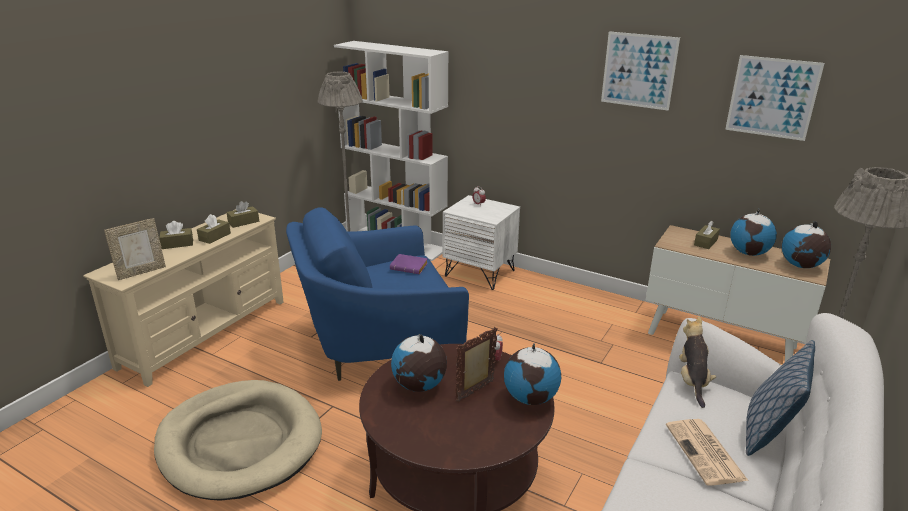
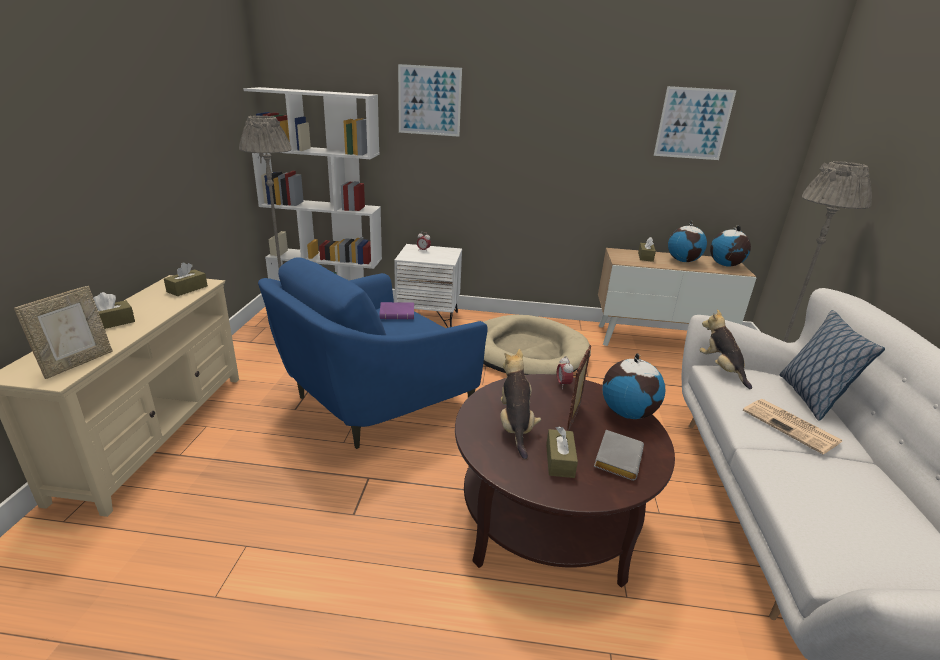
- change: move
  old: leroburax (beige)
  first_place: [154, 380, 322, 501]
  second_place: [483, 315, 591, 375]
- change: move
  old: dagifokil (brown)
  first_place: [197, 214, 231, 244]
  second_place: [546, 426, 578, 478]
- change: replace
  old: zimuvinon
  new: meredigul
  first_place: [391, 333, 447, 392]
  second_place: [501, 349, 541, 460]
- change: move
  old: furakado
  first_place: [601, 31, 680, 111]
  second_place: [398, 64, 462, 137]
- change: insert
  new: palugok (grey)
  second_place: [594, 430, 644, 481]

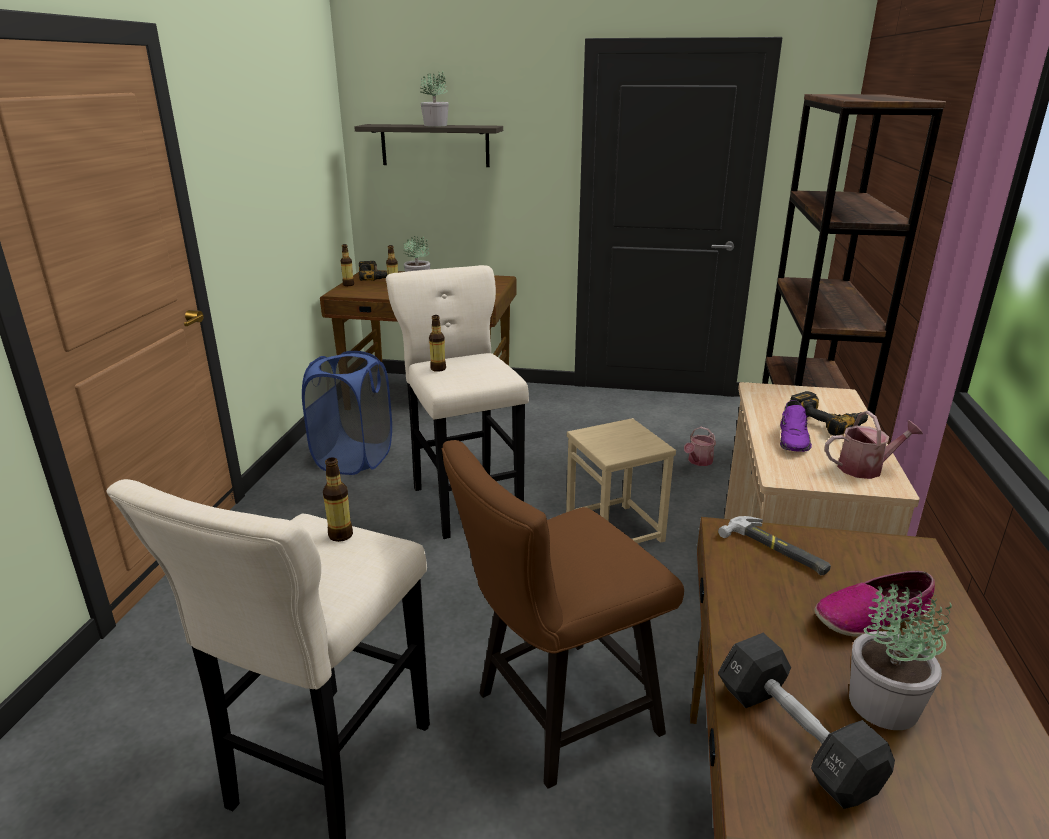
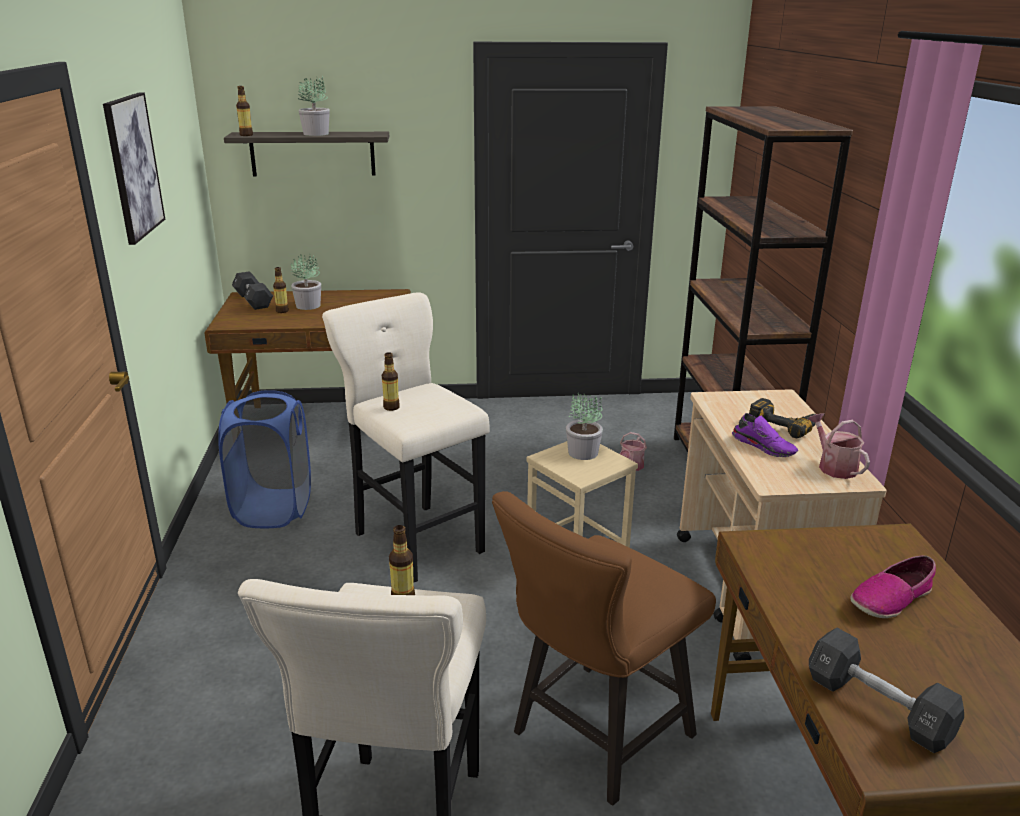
- change: move
  old: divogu
  first_place: [341, 244, 354, 286]
  second_place: [236, 86, 253, 136]
- change: replace
  old: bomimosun
  new: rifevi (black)
  first_place: [359, 261, 387, 281]
  second_place: [232, 271, 273, 310]
- change: delete
  old: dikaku
  first_place: [718, 516, 831, 575]
- change: rotate
  old: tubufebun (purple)
  first_place: [780, 400, 812, 452]
  second_place: [732, 413, 798, 457]
  degrees: -45
- change: rotate
  old: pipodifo
  first_place: [825, 411, 923, 479]
  second_place: [808, 413, 870, 479]
  degrees: -90
- change: move
  old: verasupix
  first_place: [849, 583, 952, 730]
  second_place: [566, 392, 603, 460]
- change: insert
  new: furakado
  second_place: [103, 93, 165, 245]

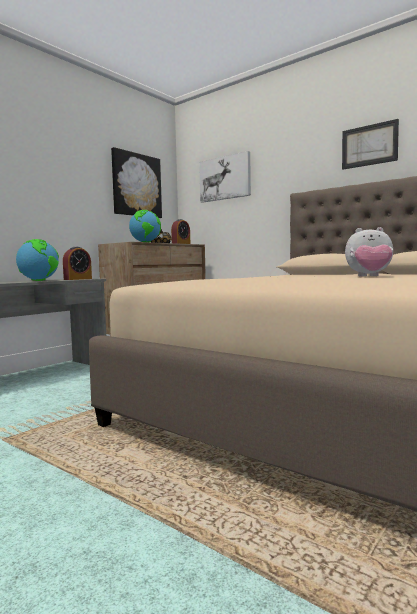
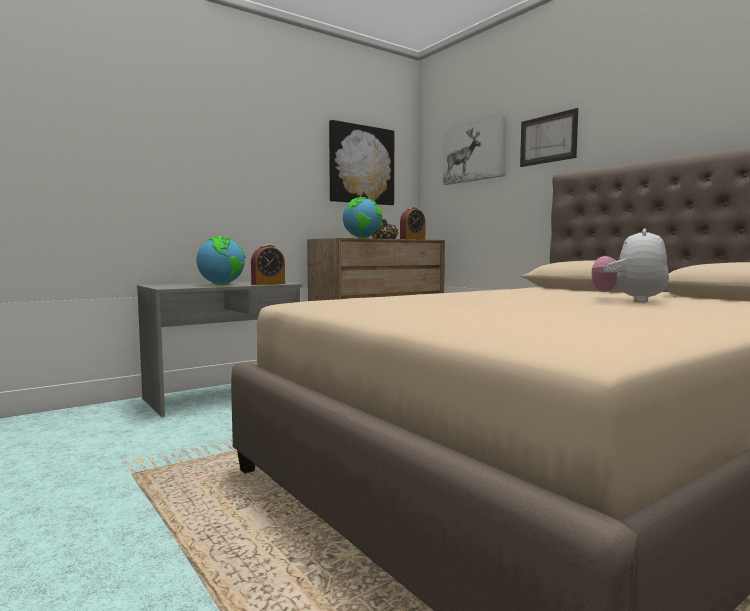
- change: move
  old: furakado
  first_place: [342, 119, 399, 170]
  second_place: [520, 108, 578, 167]
- change: rotate
  old: meredigul
  first_place: [345, 227, 393, 276]
  second_place: [592, 229, 669, 302]
  degrees: 90

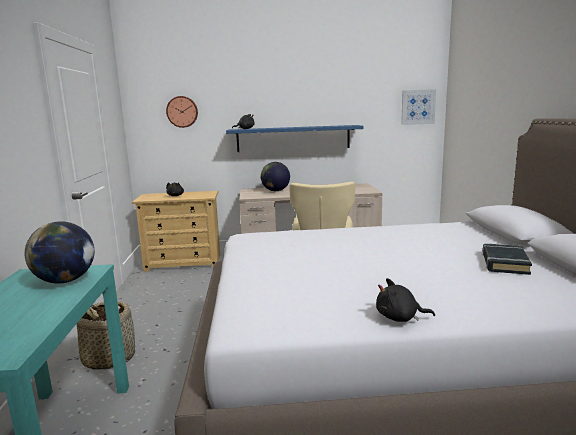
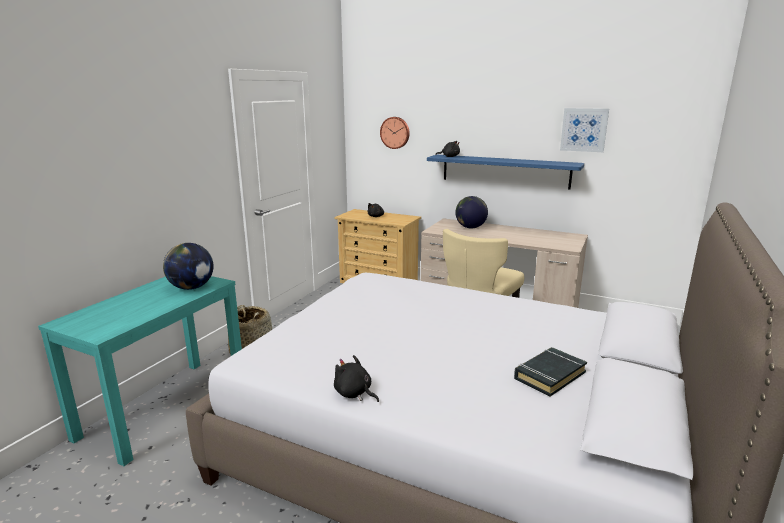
- change: move
  old: furakado
  first_place: [401, 89, 436, 125]
  second_place: [560, 108, 609, 152]

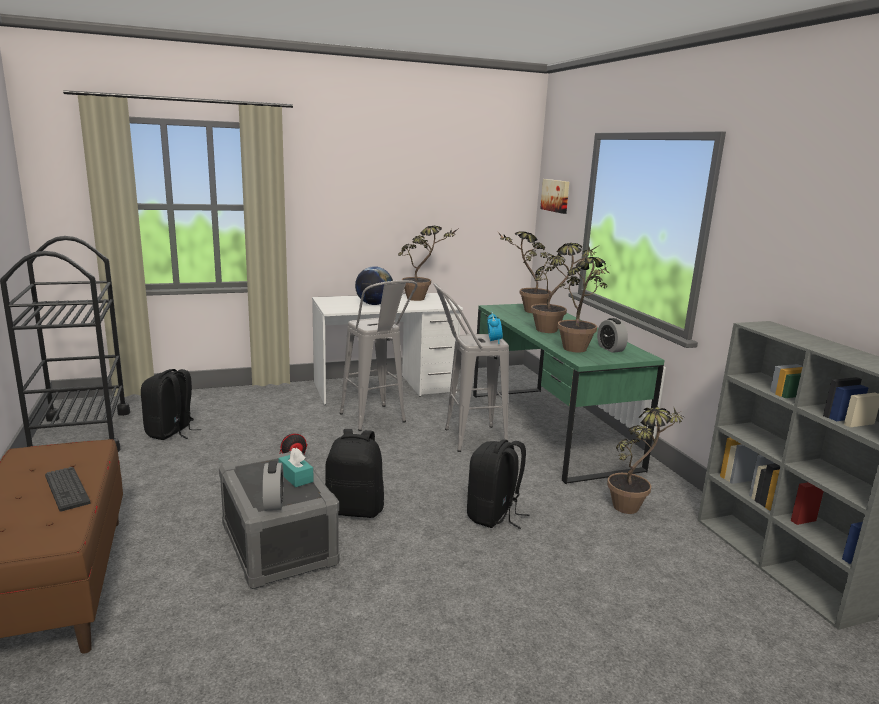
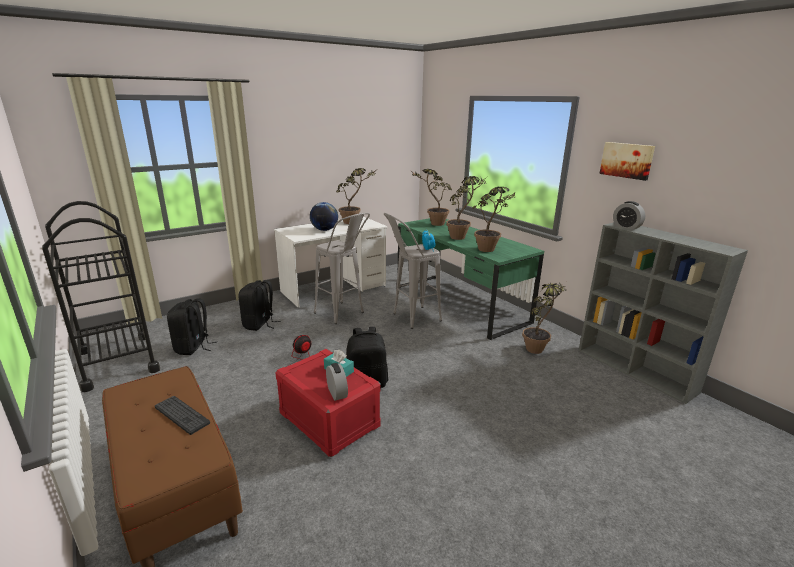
- change: recolor
  old: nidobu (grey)
  new: nidobu (red)
  first_place: [219, 451, 340, 589]
  second_place: [275, 349, 381, 457]
- change: move
  old: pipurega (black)
  first_place: [467, 439, 530, 529]
  second_place: [239, 280, 280, 331]
- change: move
  old: furakado
  first_place: [540, 179, 569, 214]
  second_place: [599, 142, 655, 181]
- change: move
  old: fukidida
  first_place: [597, 318, 628, 353]
  second_place: [613, 201, 645, 230]

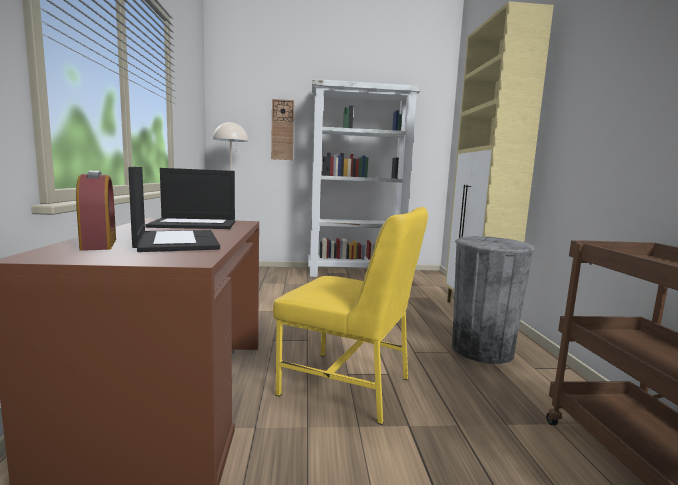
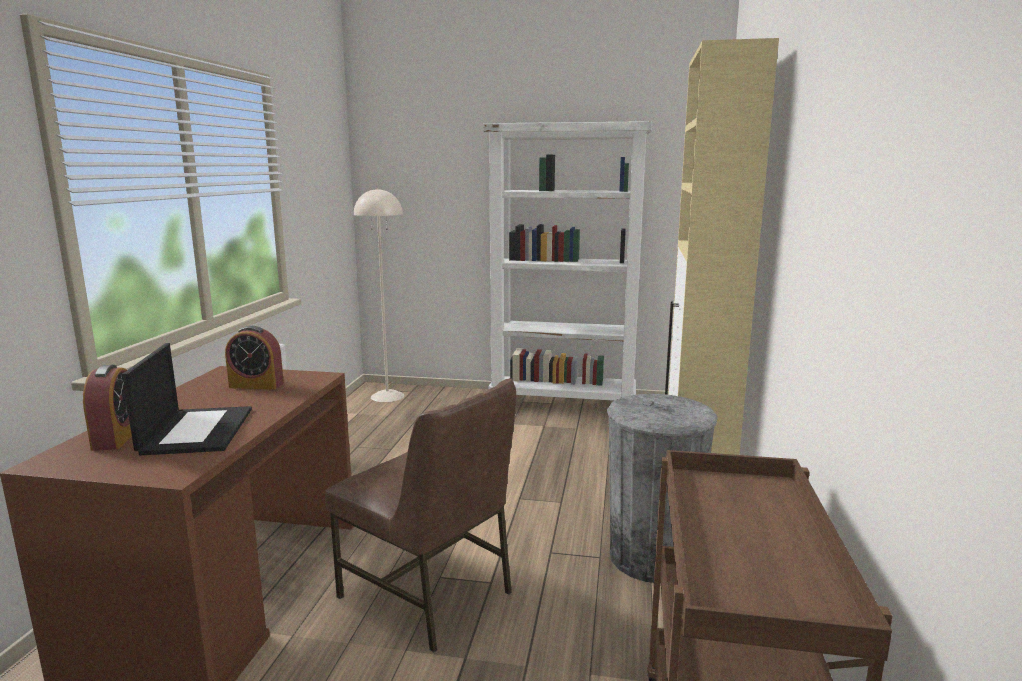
- change: replace
  old: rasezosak
  new: fukidida
  first_place: [145, 168, 235, 229]
  second_place: [225, 326, 284, 390]
- change: delete
  old: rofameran
  first_place: [271, 99, 294, 160]
- change: recolor
  old: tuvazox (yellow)
  new: tuvazox (brown)
  first_place: [273, 207, 428, 425]
  second_place: [325, 378, 516, 652]

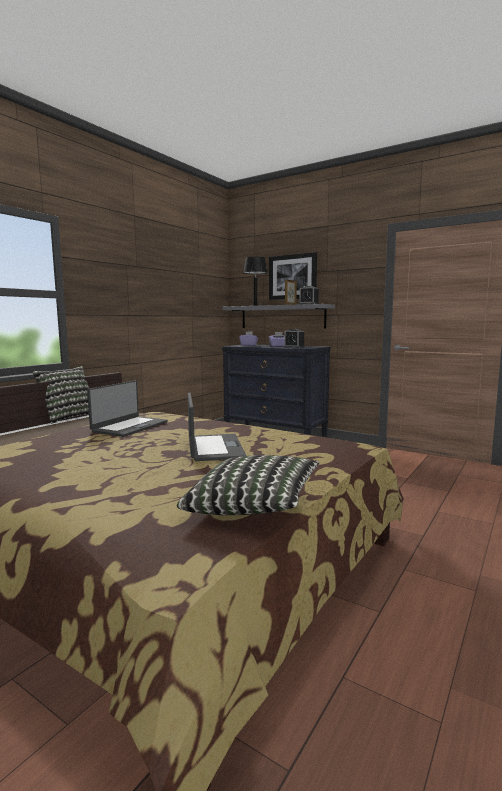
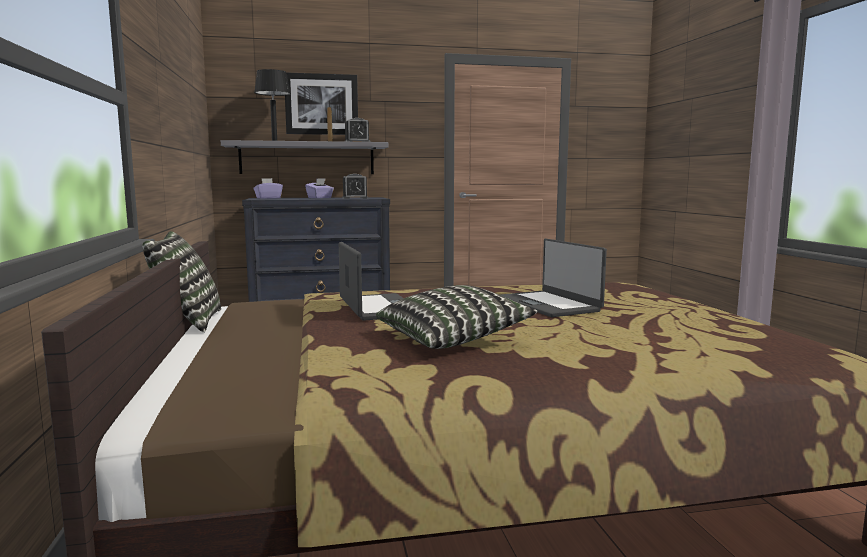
- change: move
  old: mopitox
  first_place: [177, 455, 319, 515]
  second_place: [376, 285, 537, 349]
- change: rotate
  old: rasezosak
  first_place: [188, 393, 246, 461]
  second_place: [500, 238, 607, 317]
  degrees: -150

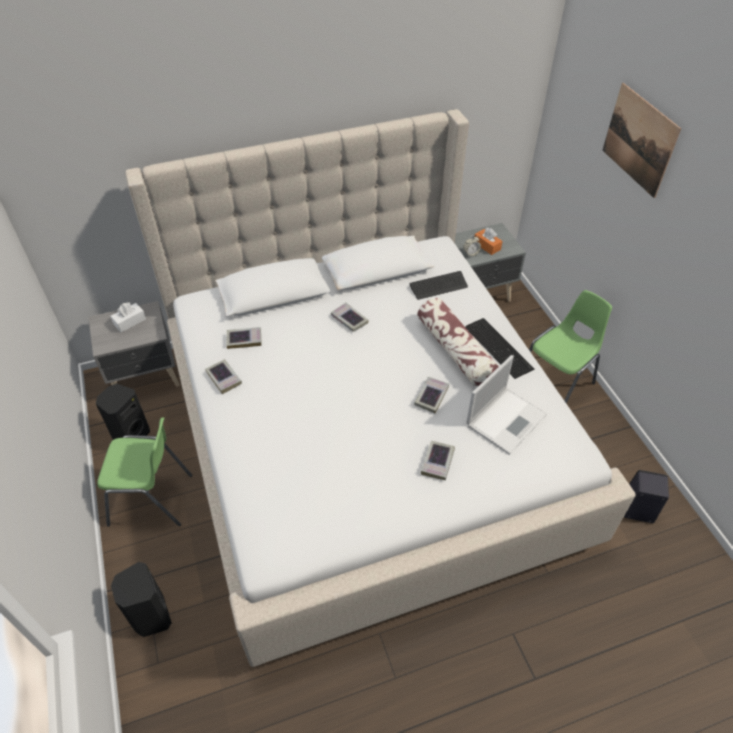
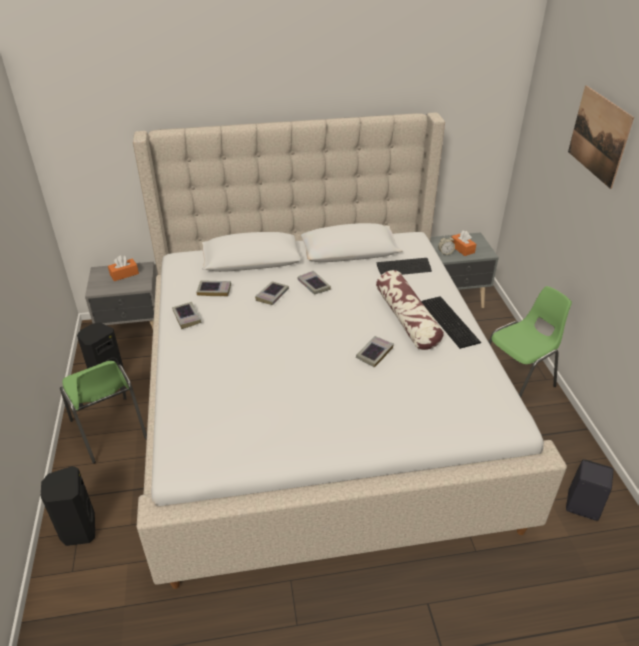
- change: rotate
  old: tuvazox (green)
  first_place: [97, 417, 192, 527]
  second_place: [60, 361, 147, 463]
  degrees: 45
- change: recolor
  old: dagifokil (white)
  new: dagifokil (orange)
  first_place: [110, 302, 146, 332]
  second_place: [108, 255, 139, 281]
- change: move
  old: palugok
  first_place: [421, 441, 455, 480]
  second_place: [255, 281, 289, 305]
- change: delete
  old: rasezosak
  first_place: [466, 355, 547, 455]

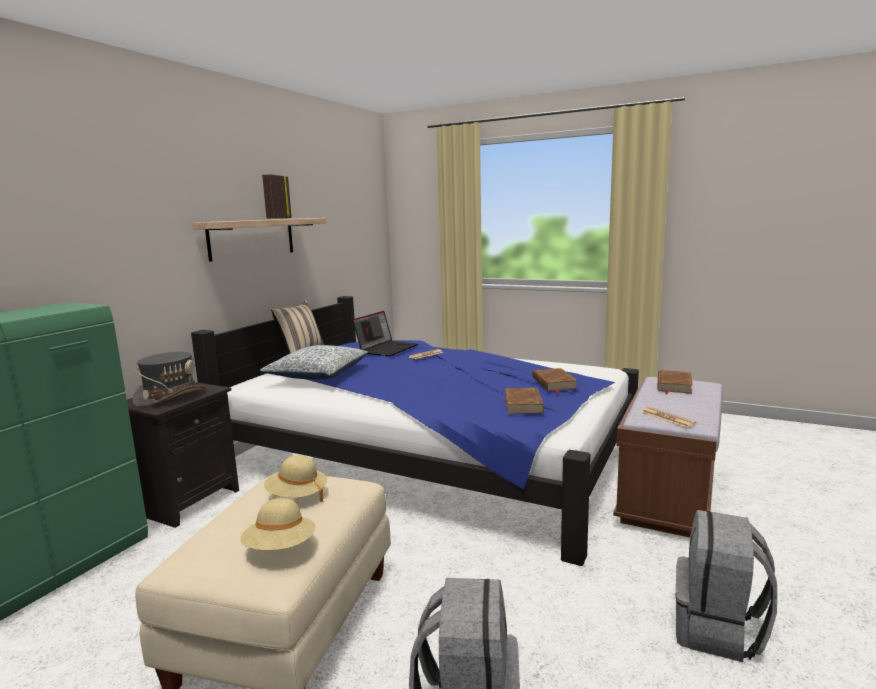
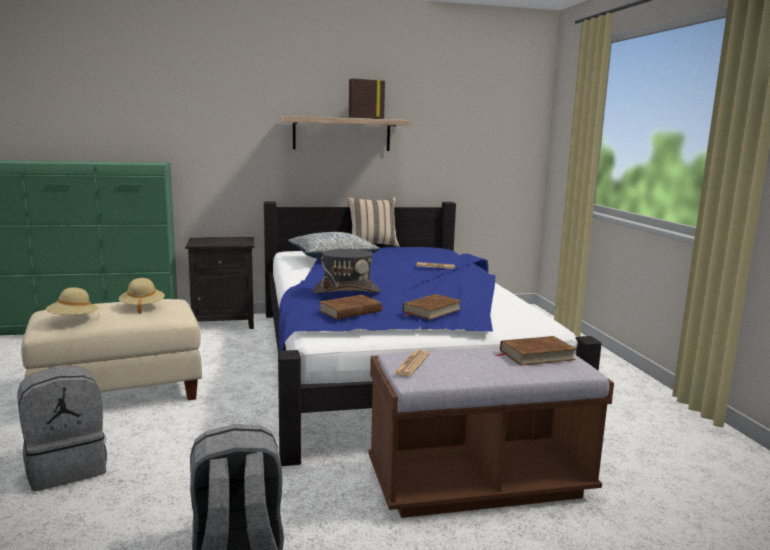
- change: move
  old: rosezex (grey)
  first_place: [132, 352, 206, 408]
  second_place: [313, 249, 381, 293]
- change: delete
  old: rasezosak
  first_place: [353, 311, 418, 357]

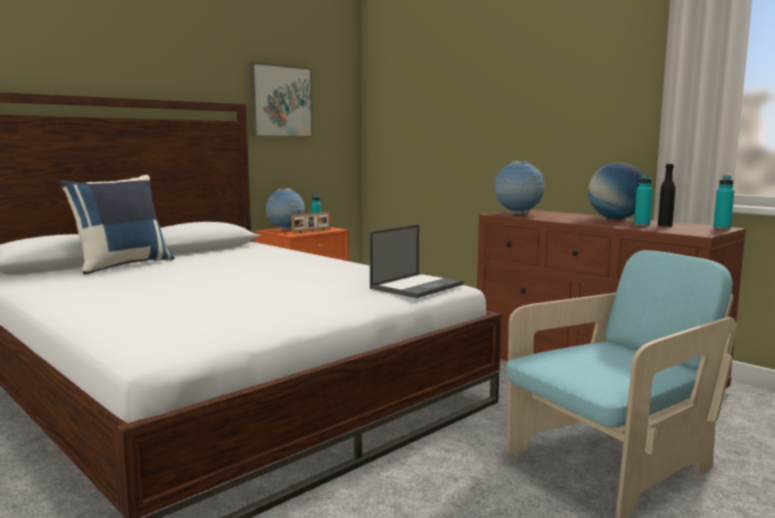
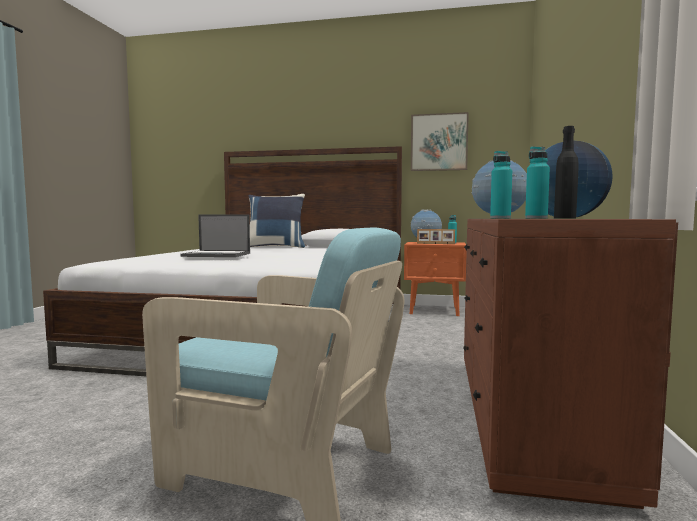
- change: move
  old: rasezosak
  first_place: [369, 224, 464, 298]
  second_place: [181, 215, 250, 257]
- change: move
  old: divogu (turquoise)
  first_place: [713, 175, 734, 229]
  second_place: [490, 151, 512, 219]

